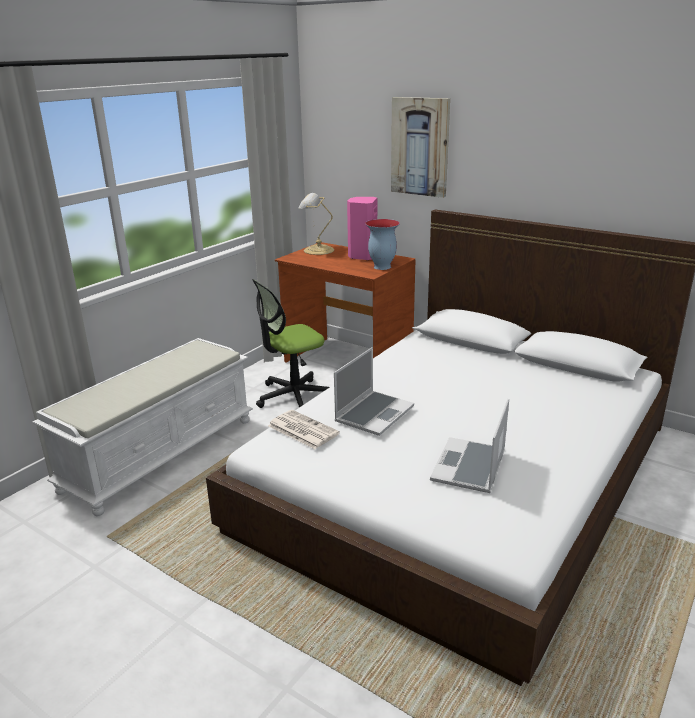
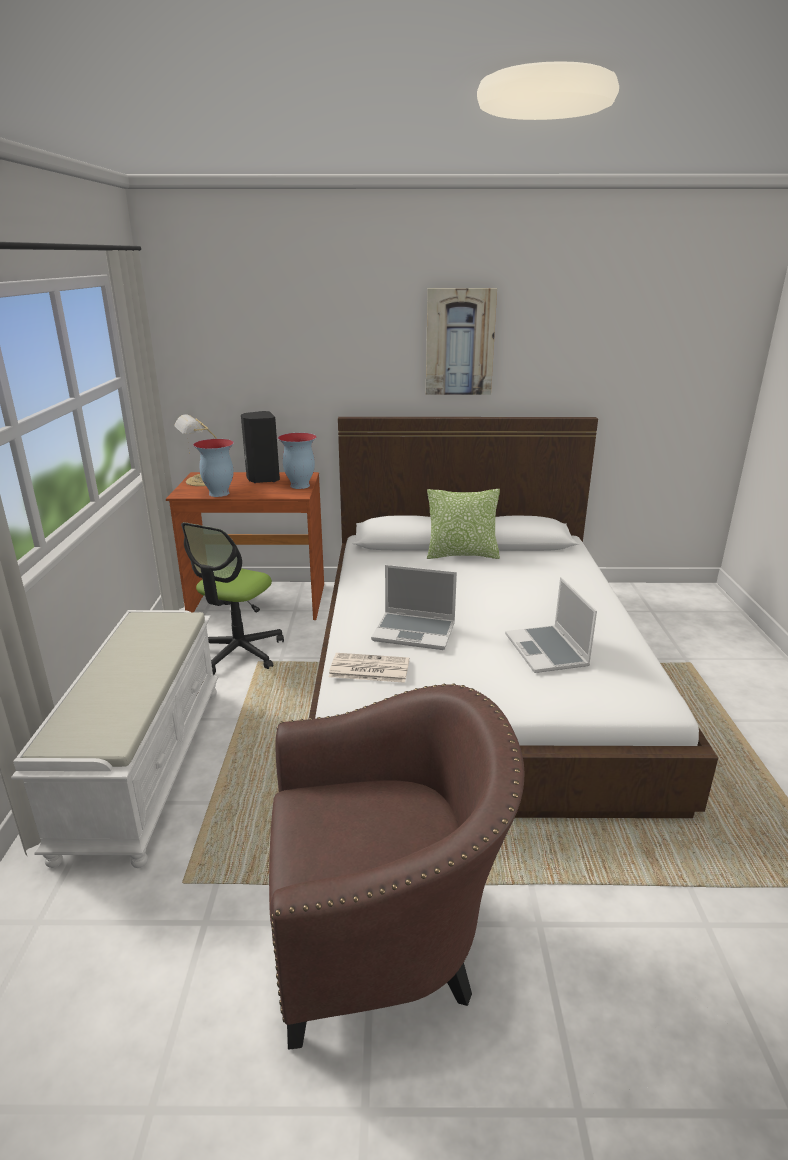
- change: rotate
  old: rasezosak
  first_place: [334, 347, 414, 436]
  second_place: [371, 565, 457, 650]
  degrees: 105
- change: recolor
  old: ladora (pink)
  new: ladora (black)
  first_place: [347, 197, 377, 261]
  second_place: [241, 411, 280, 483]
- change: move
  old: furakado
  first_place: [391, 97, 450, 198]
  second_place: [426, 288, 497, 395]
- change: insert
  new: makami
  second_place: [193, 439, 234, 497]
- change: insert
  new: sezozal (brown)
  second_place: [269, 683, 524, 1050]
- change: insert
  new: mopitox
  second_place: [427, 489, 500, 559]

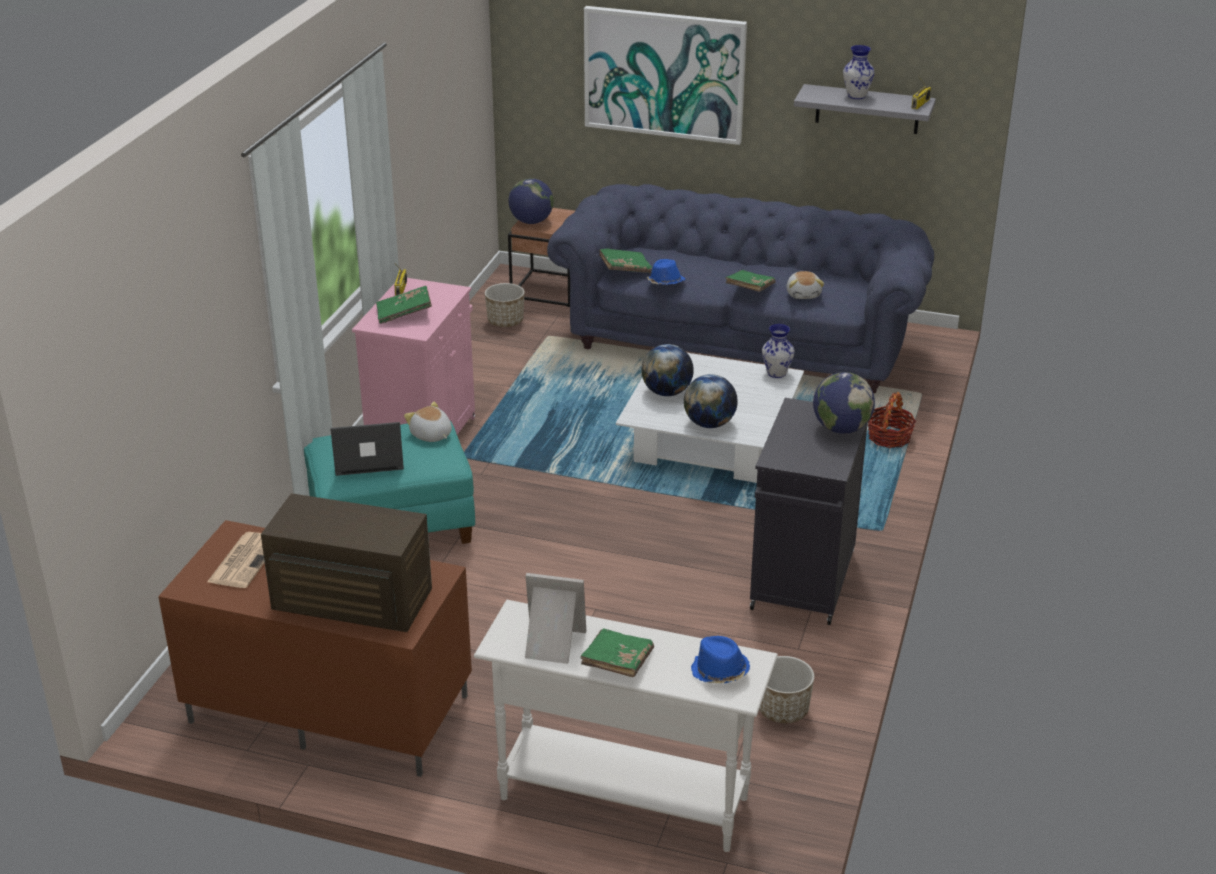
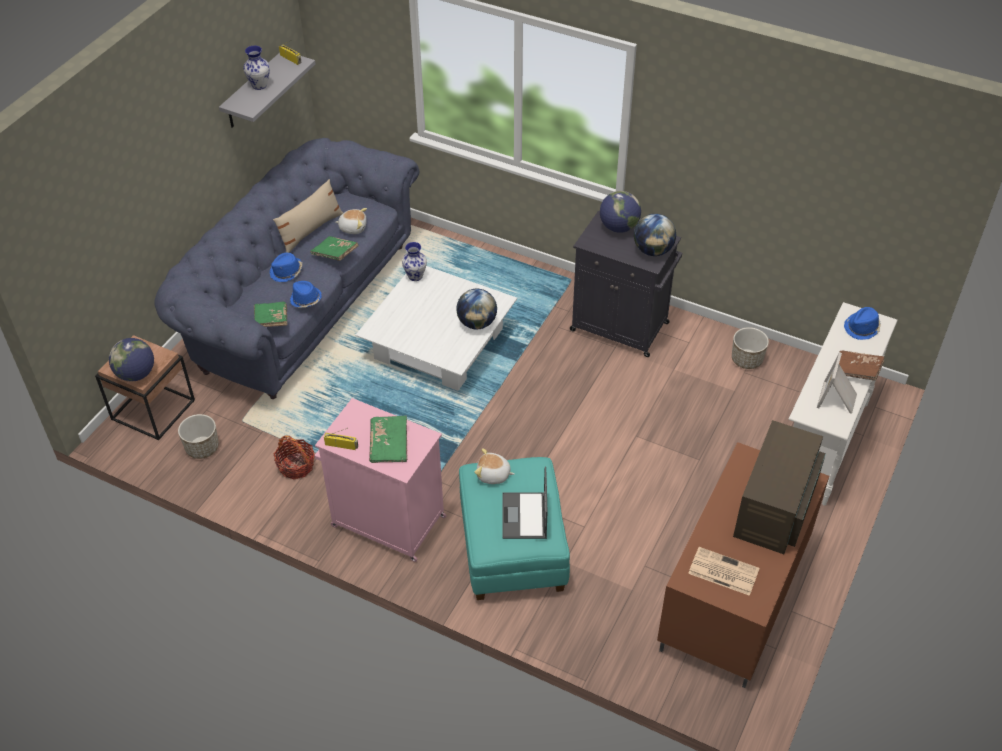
- change: rotate
  old: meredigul
  first_place: [404, 402, 452, 442]
  second_place: [475, 448, 514, 484]
  degrees: 45
- change: recolor
  old: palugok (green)
  new: palugok (brown)
  first_place: [580, 628, 654, 677]
  second_place: [839, 351, 885, 381]
- change: delete
  old: furakado
  first_place: [584, 6, 747, 145]
- change: move
  old: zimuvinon
  first_place: [641, 344, 694, 396]
  second_place: [634, 214, 676, 256]
- change: move
  old: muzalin
  first_place: [868, 392, 916, 448]
  second_place: [274, 435, 314, 479]
- change: insert
  new: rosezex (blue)
  second_place: [269, 253, 302, 282]
- change: insert
  new: mopitox (beige)
  second_place: [273, 179, 343, 253]

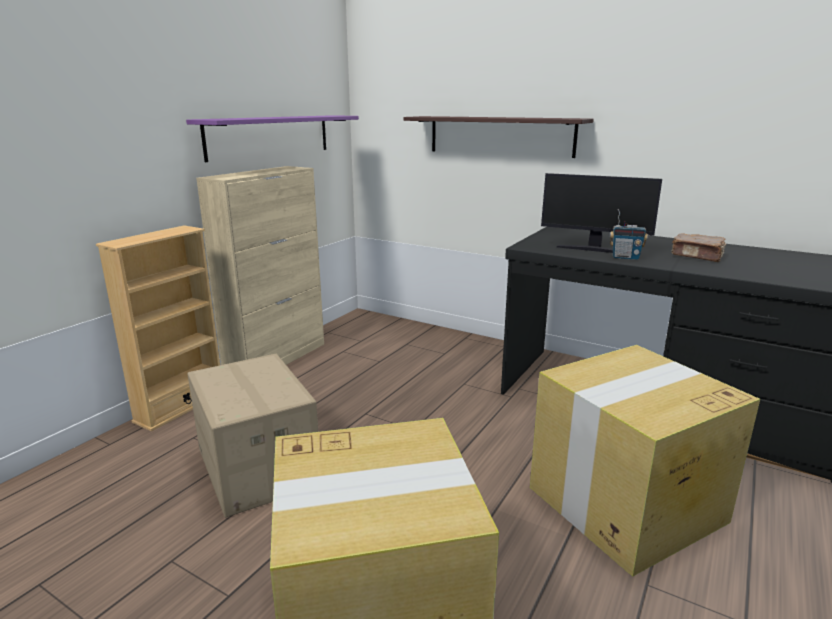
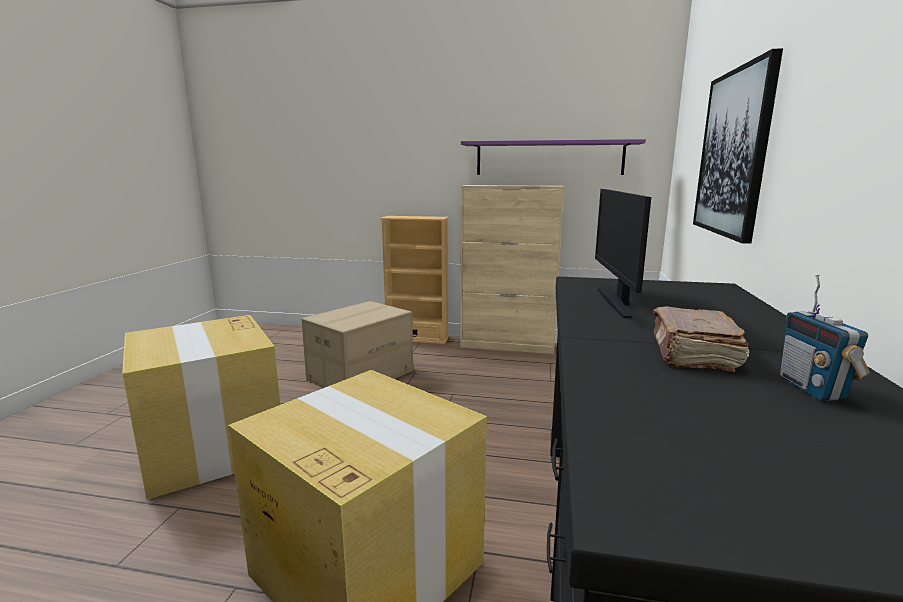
- change: replace
  old: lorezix
  new: furakado
  first_place: [403, 116, 594, 158]
  second_place: [693, 48, 783, 244]
- change: move
  old: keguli
  first_place: [610, 209, 648, 260]
  second_place: [780, 275, 870, 401]

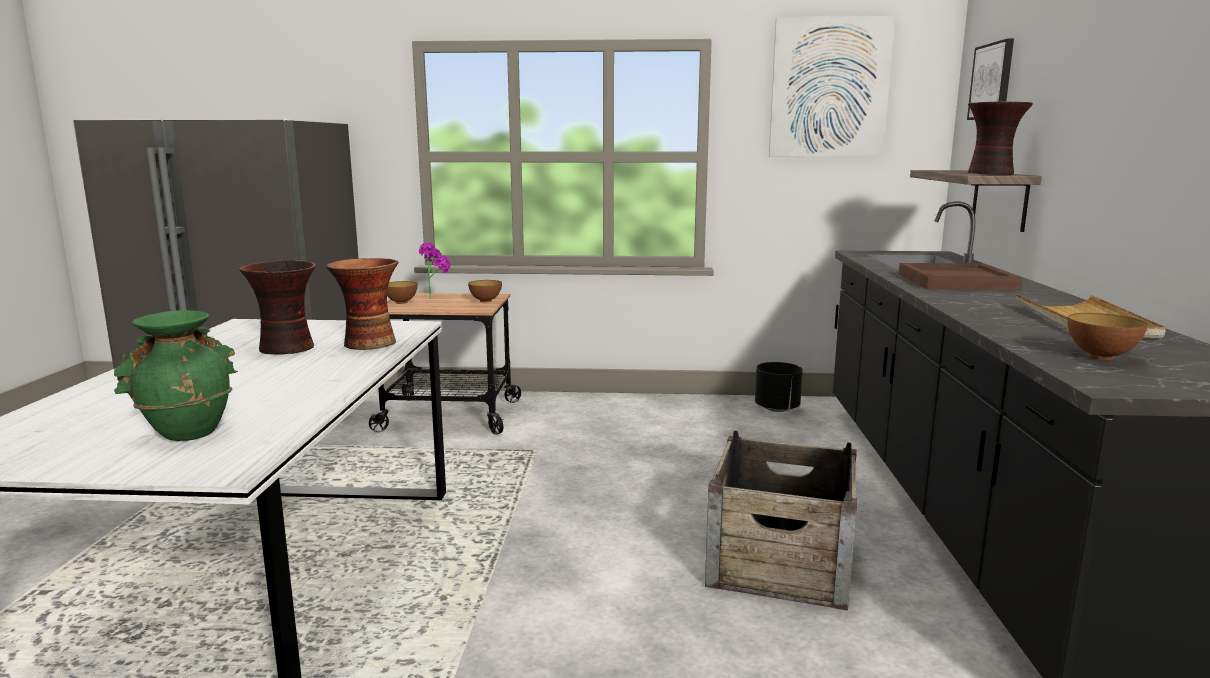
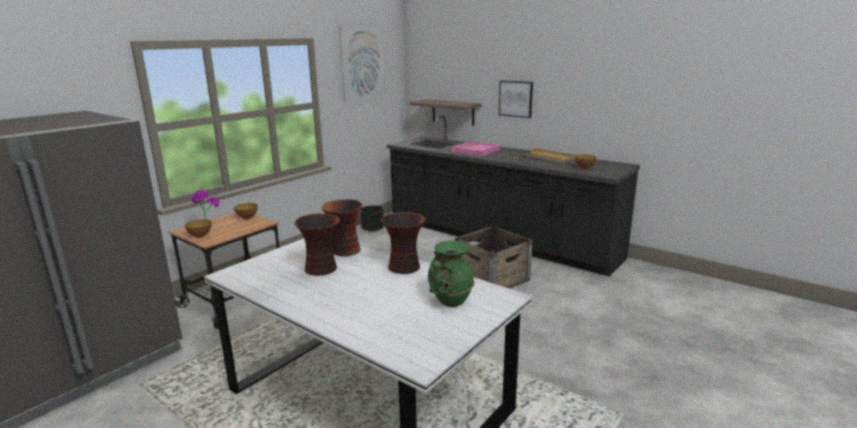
- change: recolor
  old: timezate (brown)
  new: timezate (pink)
  first_place: [899, 263, 1023, 290]
  second_place: [451, 141, 500, 156]
- change: move
  old: furakado
  first_place: [967, 38, 1014, 120]
  second_place: [499, 81, 533, 118]
- change: move
  old: makami
  first_place: [968, 101, 1033, 175]
  second_place: [381, 212, 425, 274]

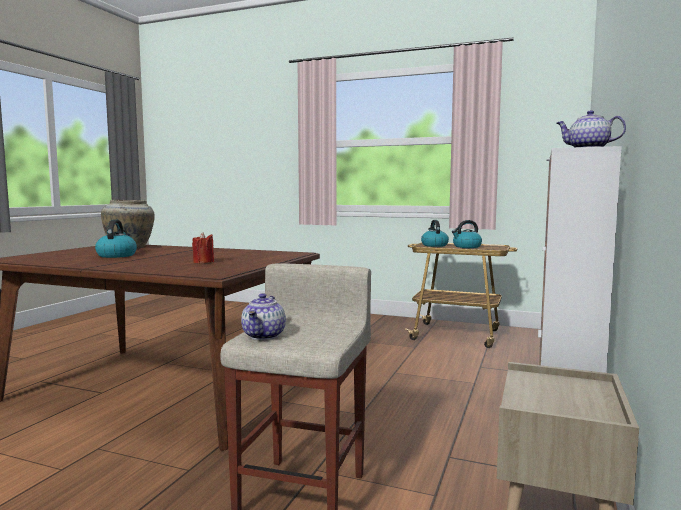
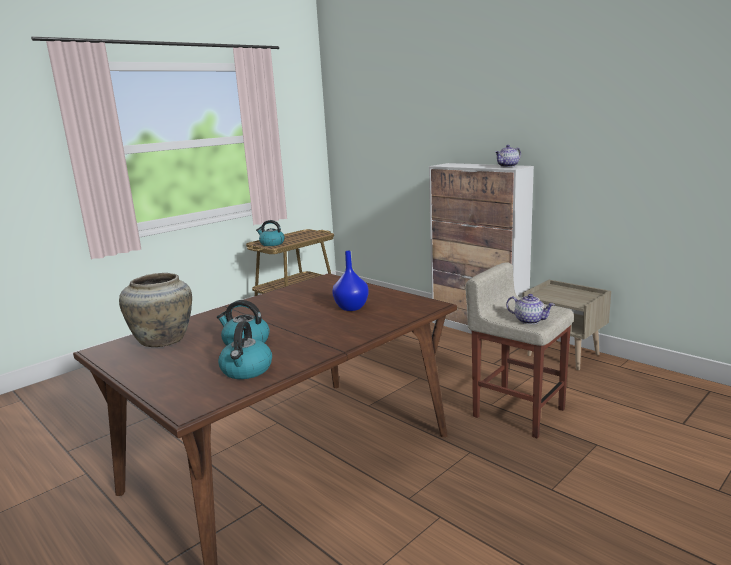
- change: replace
  old: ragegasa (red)
  new: makami (blue)
  first_place: [192, 233, 214, 263]
  second_place: [332, 251, 369, 311]
- change: move
  old: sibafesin
  first_place: [452, 220, 482, 248]
  second_place: [218, 321, 272, 379]

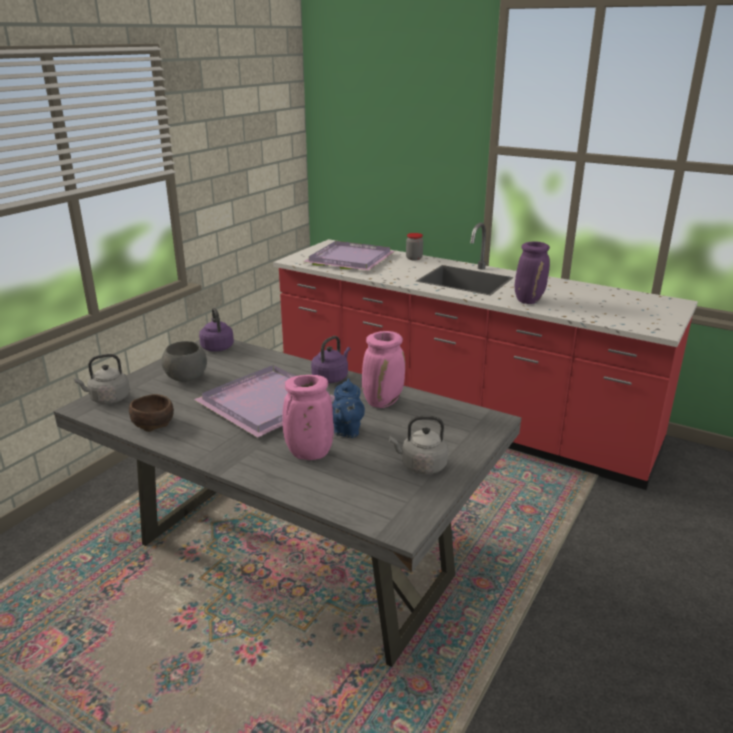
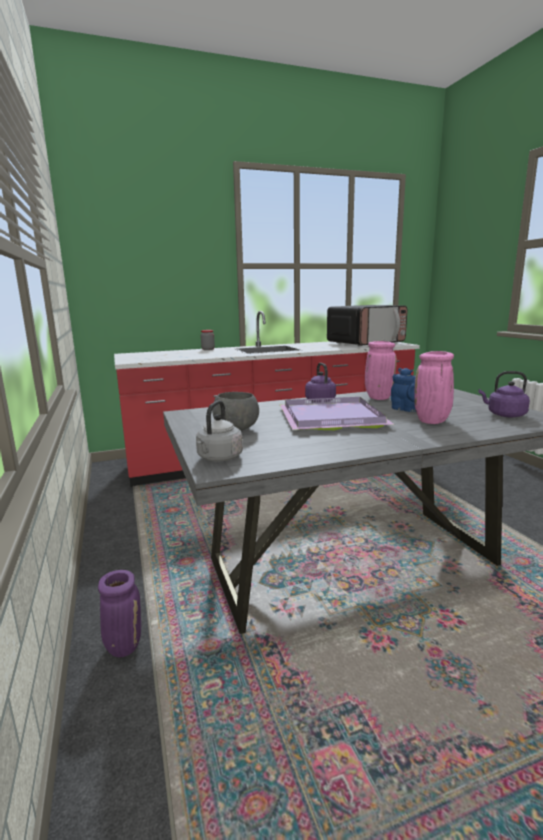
- change: delete
  old: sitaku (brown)
  first_place: [129, 394, 174, 432]
- change: move
  old: sibafesin (purple)
  first_place: [199, 308, 234, 352]
  second_place: [478, 371, 530, 417]
- change: delete
  old: timezate (purple)
  first_place: [304, 241, 395, 271]
- change: delete
  old: sibafesin (grey)
  first_place: [389, 416, 448, 474]
- change: move
  old: makami (purple)
  first_place: [515, 241, 550, 304]
  second_place: [98, 570, 141, 657]
- change: insert
  new: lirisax
  second_place: [327, 305, 407, 346]

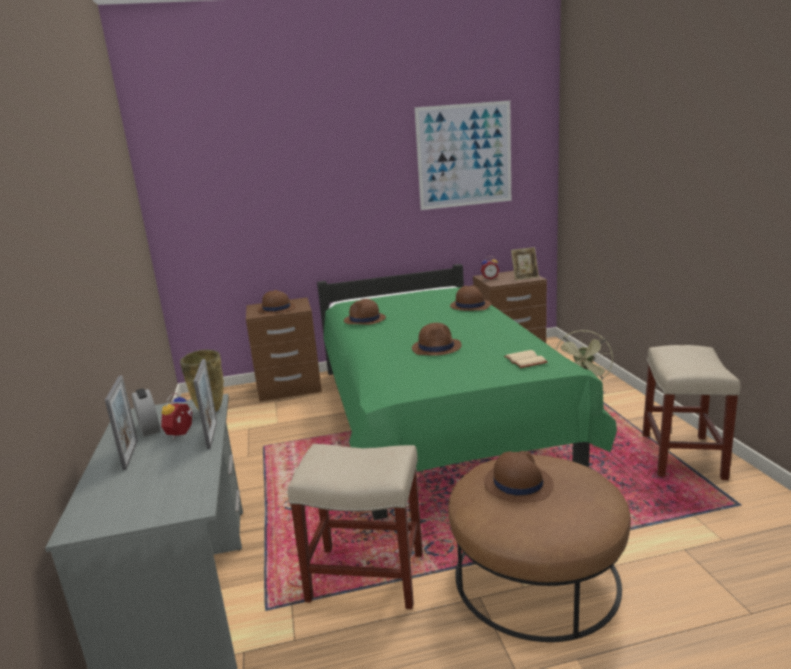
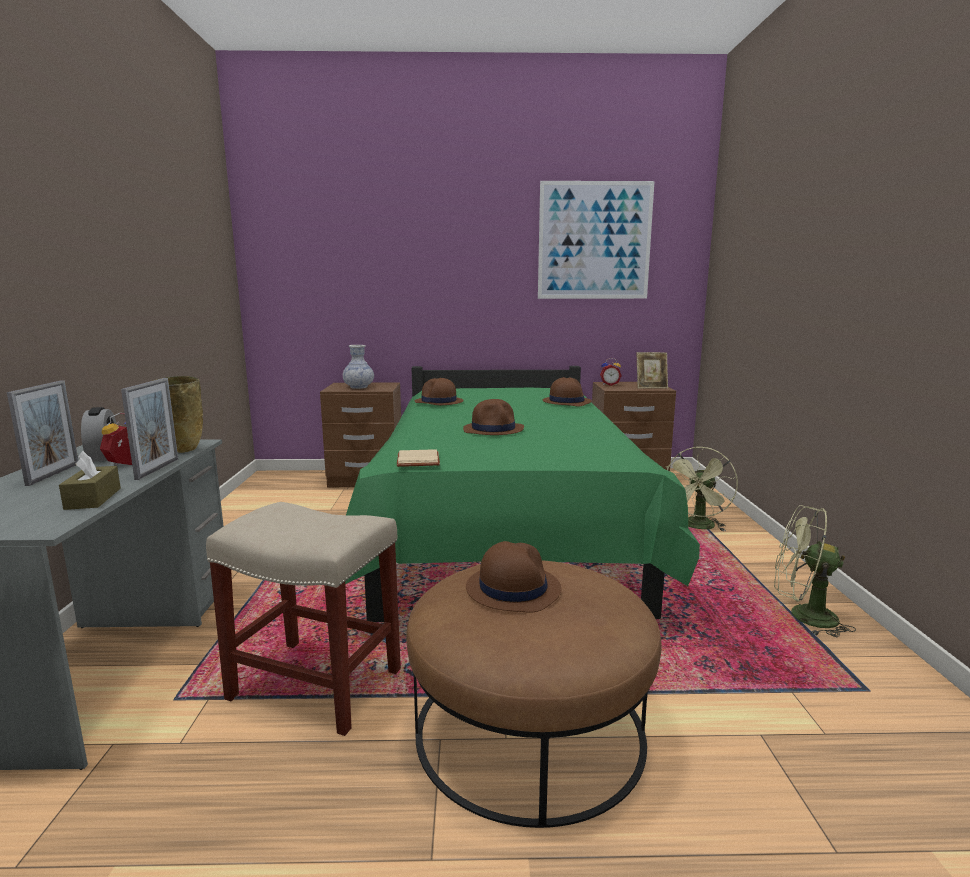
- change: replace
  old: rosezex (brown)
  new: makami
  first_place: [257, 290, 296, 314]
  second_place: [343, 345, 374, 389]
- change: move
  old: palugok (beige)
  first_place: [504, 350, 548, 368]
  second_place: [397, 449, 440, 467]
- change: replace
  old: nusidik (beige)
  new: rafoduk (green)
  first_place: [642, 345, 740, 480]
  second_place: [774, 505, 856, 637]
- change: insert
  new: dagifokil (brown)
  second_place: [59, 451, 121, 510]

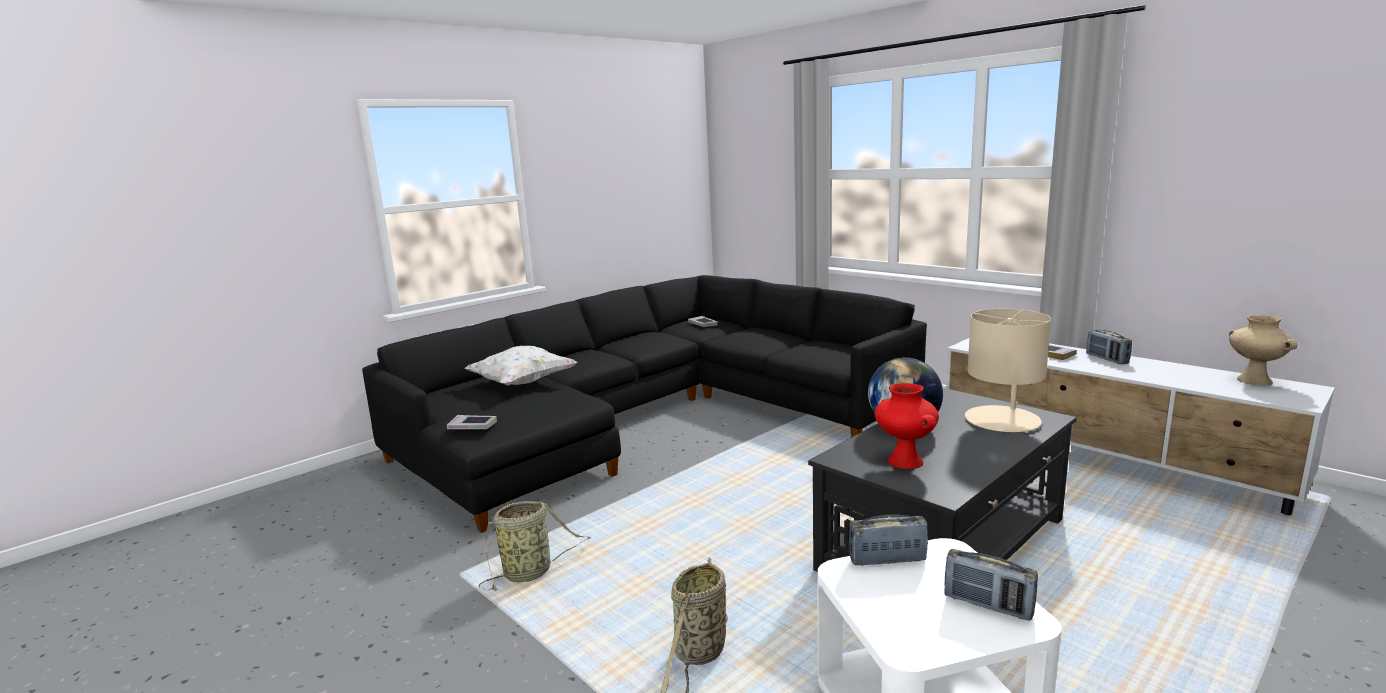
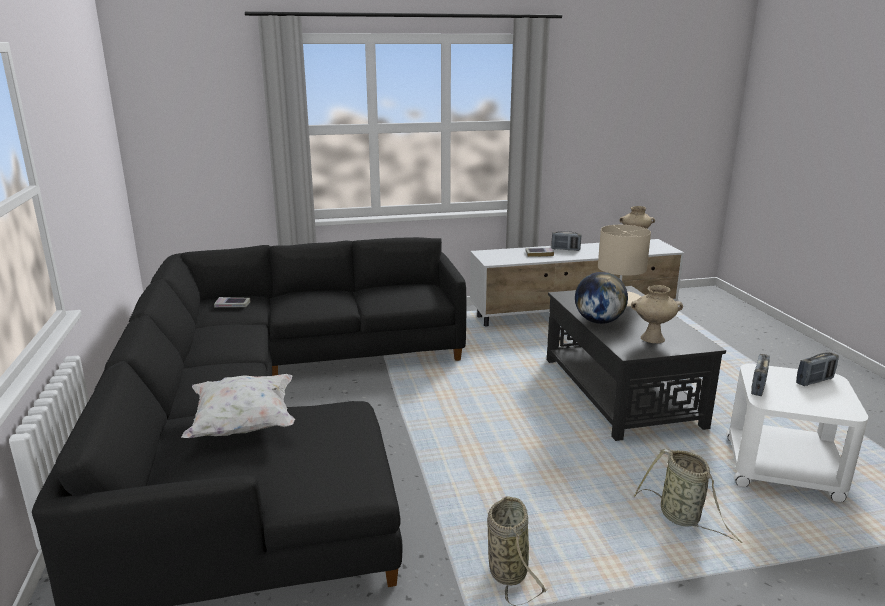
- change: delete
  old: palugok
  first_place: [447, 415, 497, 429]
- change: recolor
  old: makami (red)
  new: makami (beige)
  first_place: [875, 383, 939, 469]
  second_place: [631, 285, 683, 343]

